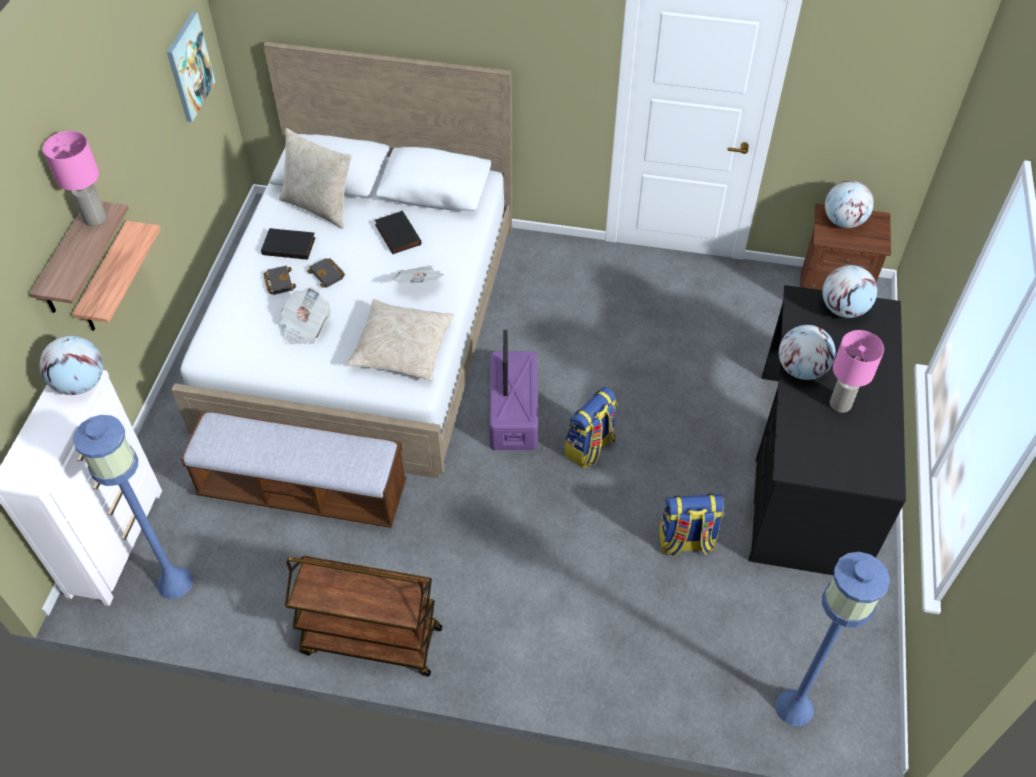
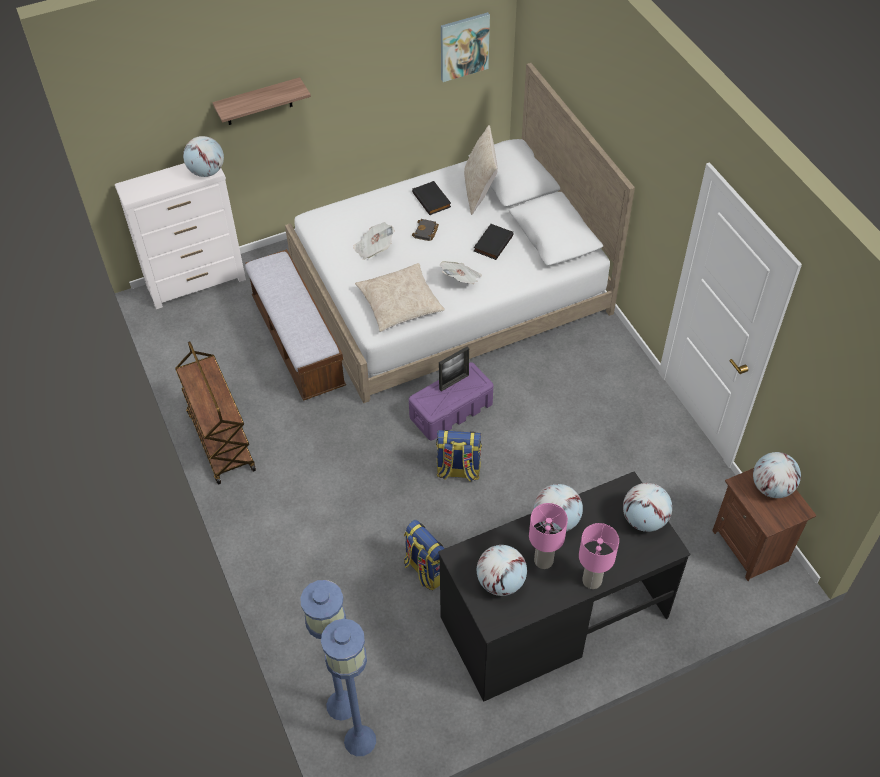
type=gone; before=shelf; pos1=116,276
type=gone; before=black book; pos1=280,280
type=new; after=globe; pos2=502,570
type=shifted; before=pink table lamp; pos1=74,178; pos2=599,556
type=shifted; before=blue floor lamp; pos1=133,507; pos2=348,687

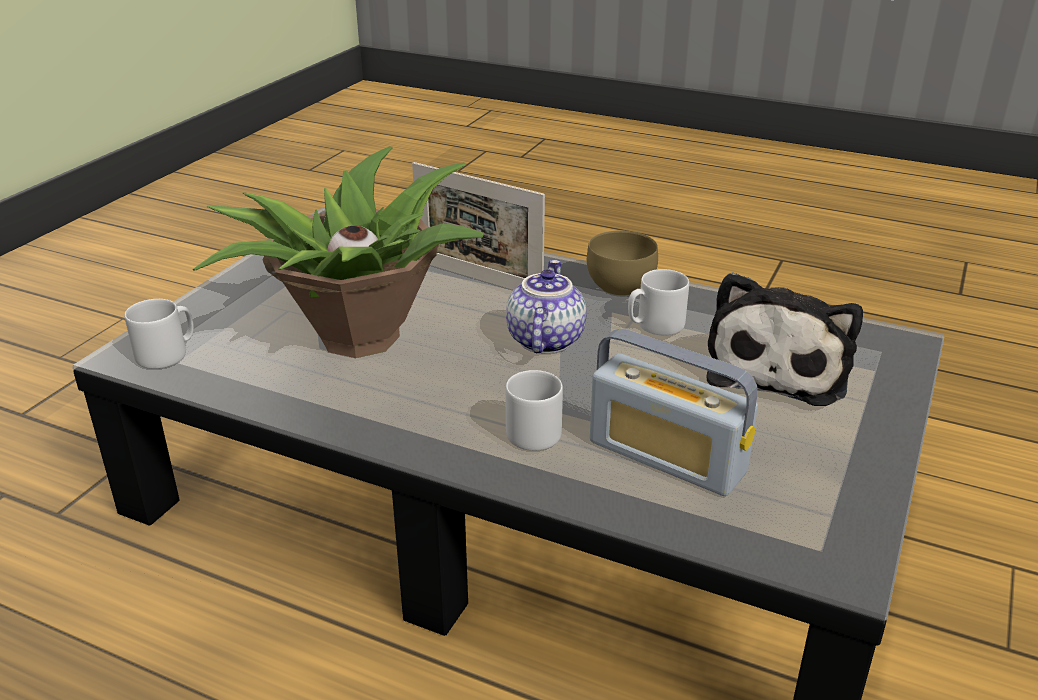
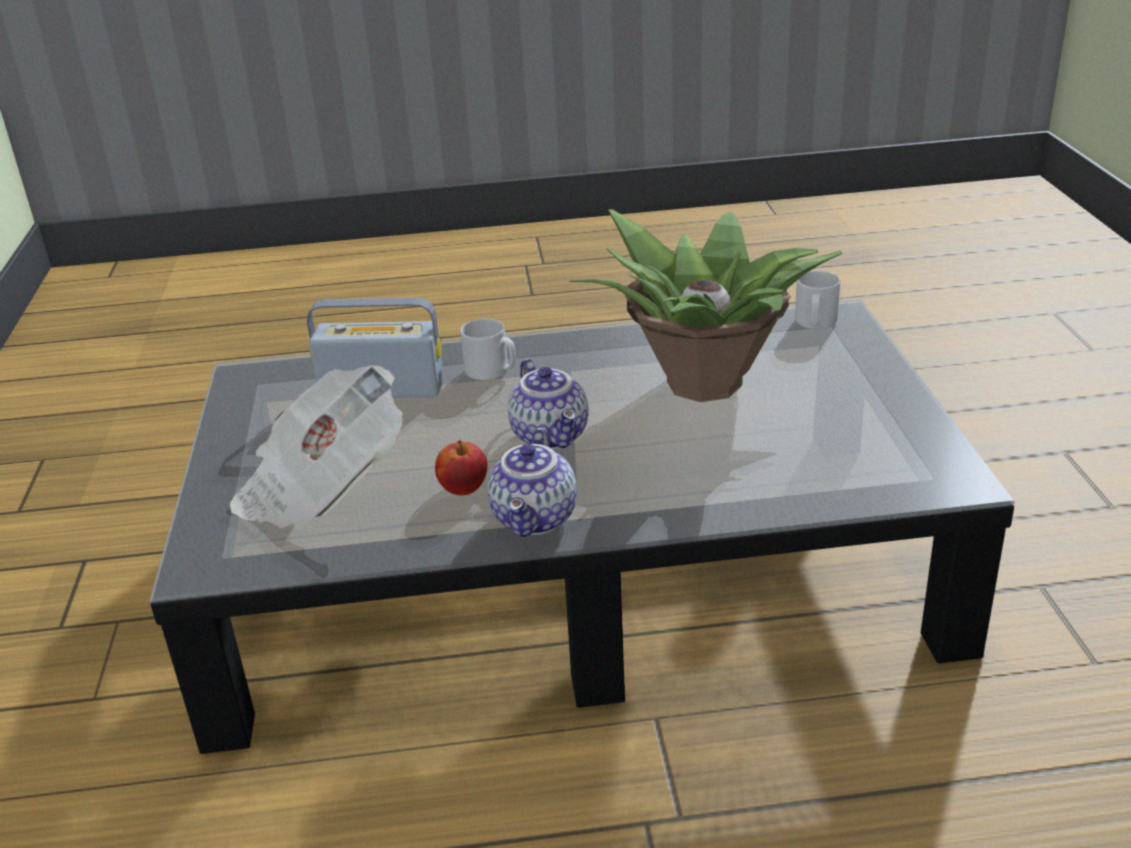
type=gone; before=picture frame; pos1=478,226
type=swapped; before=brown bowl; after=teapot; pos1=622,264; pos2=532,482
type=swapped; before=grey mug; after=apple; pos1=658,302; pos2=461,467
type=swapped; before=plush toy; after=newspaper; pos1=785,339; pos2=316,448

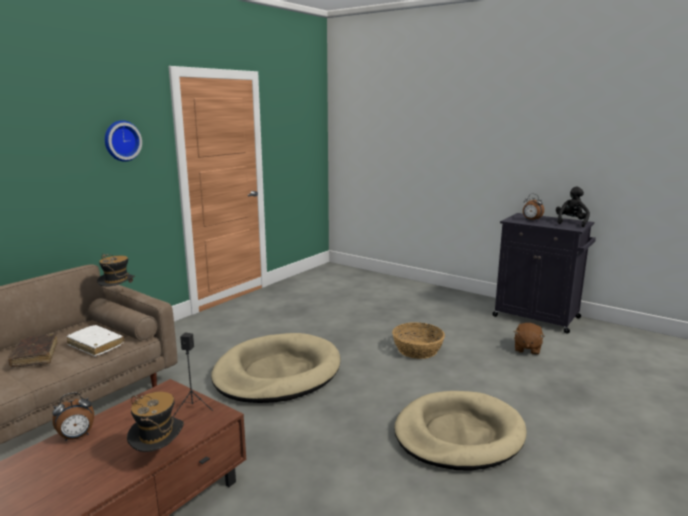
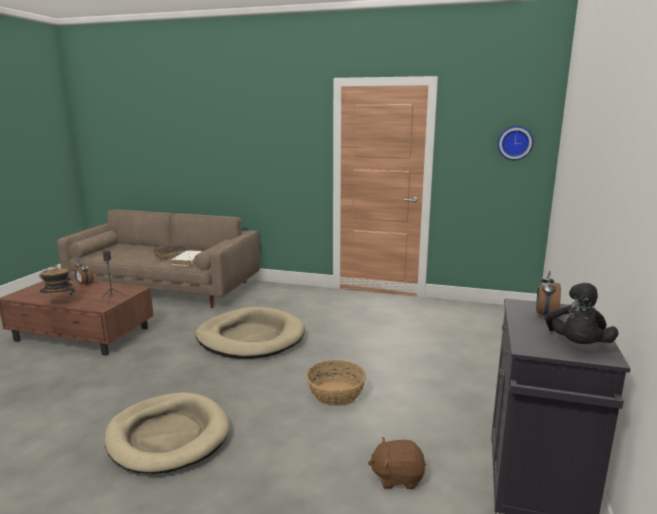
type=gone; before=hat; pos1=116,272
type=shifted; before=wall clock; pos1=123,141; pos2=515,143
type=rotated; before=black plush toy; pos1=573,206; pos2=581,313; turn=105

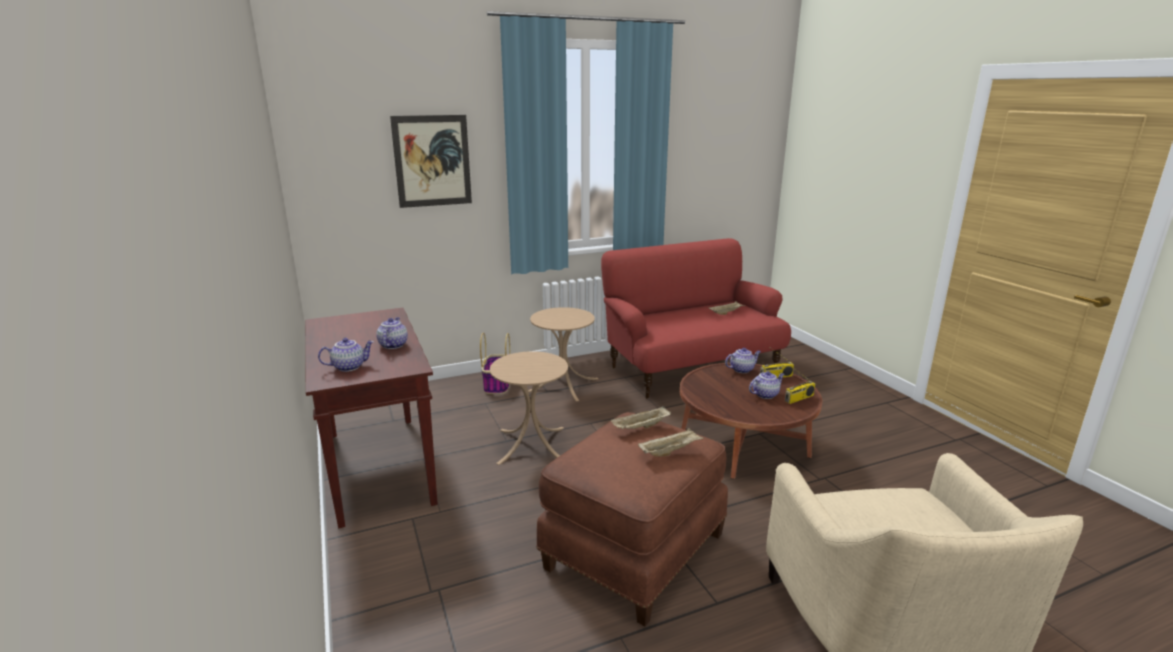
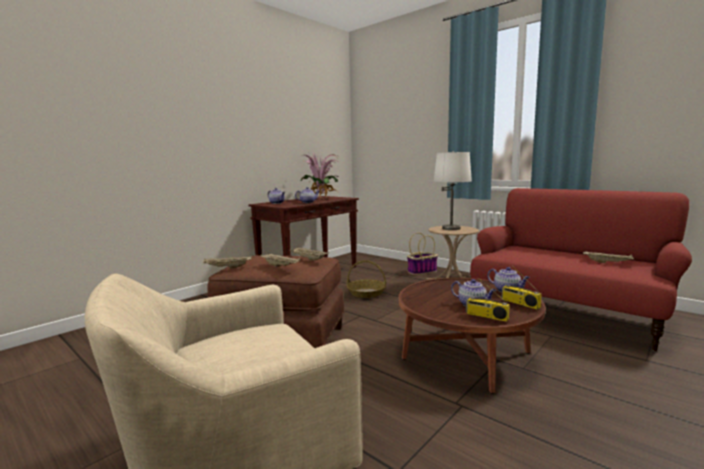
type=gone; before=picture; pos1=431,161
type=new; after=beige tray; pos2=227,262
type=new; after=potted plant; pos2=320,176
type=new; after=white table lamp; pos2=452,190
type=swapped; before=beige side table; after=basket; pos1=529,408; pos2=366,279

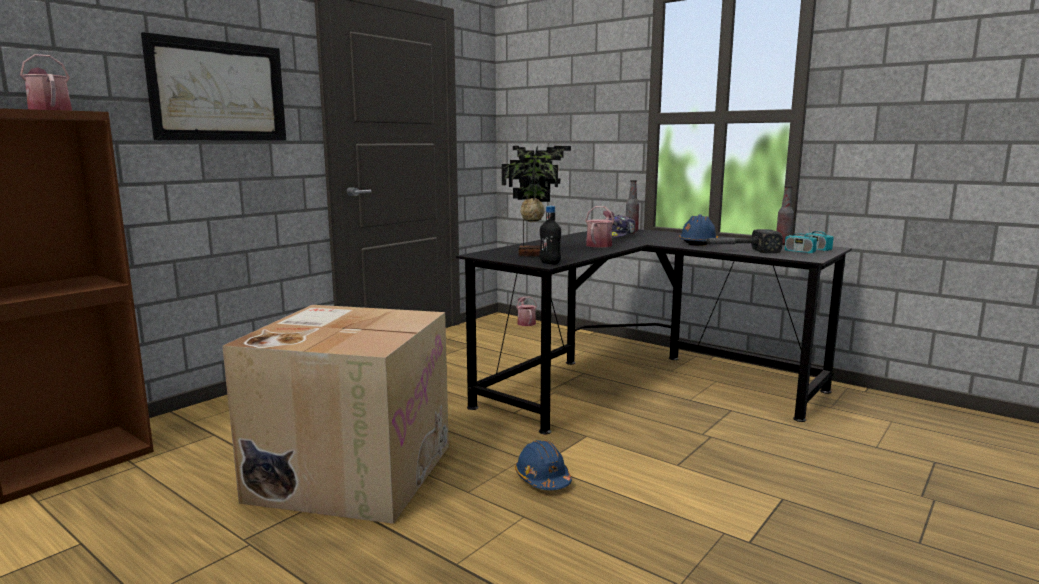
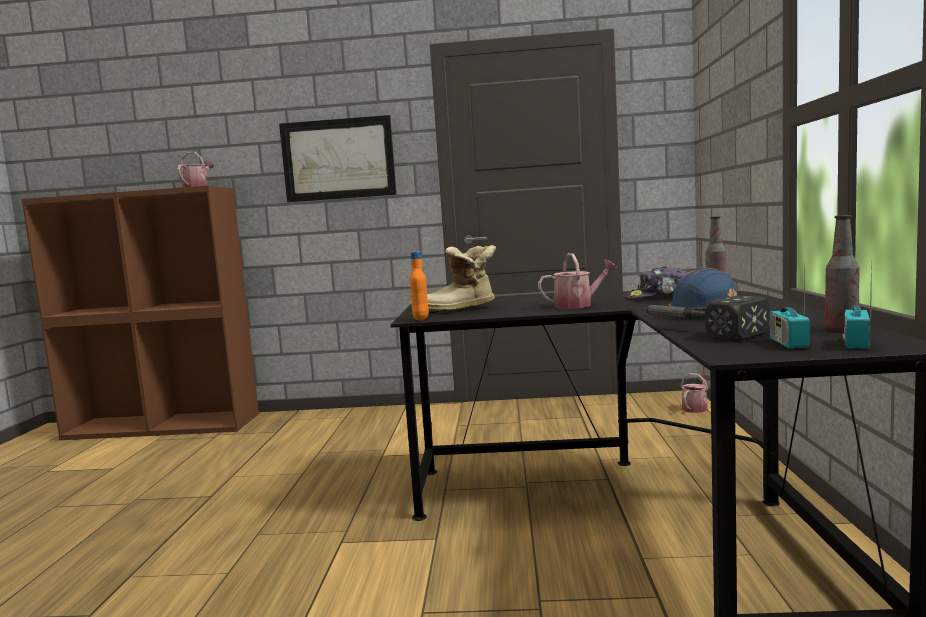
type=gone; before=cardboard box; pos1=335,414
type=gone; before=blue hard hat; pos1=543,465
type=swapped; before=potted plant; after=boot; pos1=536,201; pos2=461,279
type=repainted; before=black bottle; after=orange bottle; pos1=550,235; pos2=419,286

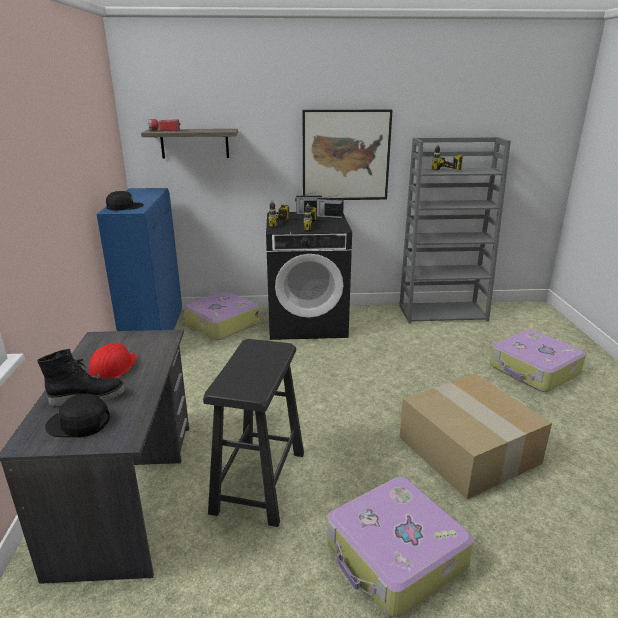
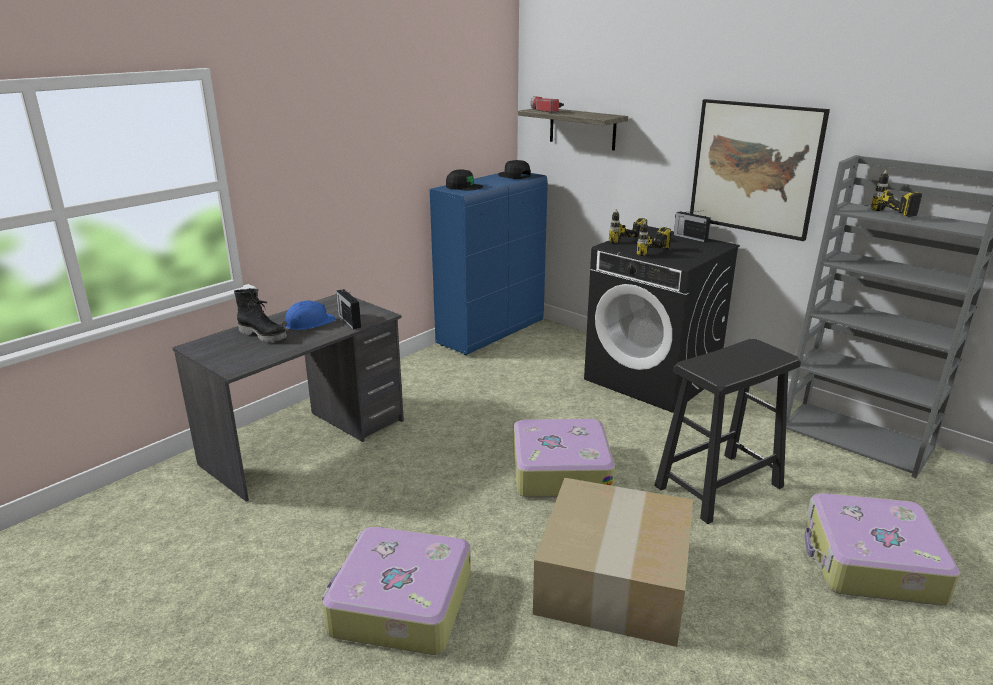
type=shifted; before=black cap; pos1=77,415; pos2=514,169
type=shifted; before=suitcase; pos1=221,315; pos2=564,458
type=shifted; before=black stool; pos1=253,433; pos2=727,431
type=shifted; before=radio; pos1=330,206; pos2=348,309
type=repainted; before=red hard hat; after=blue hard hat; pos1=113,360; pos2=308,315

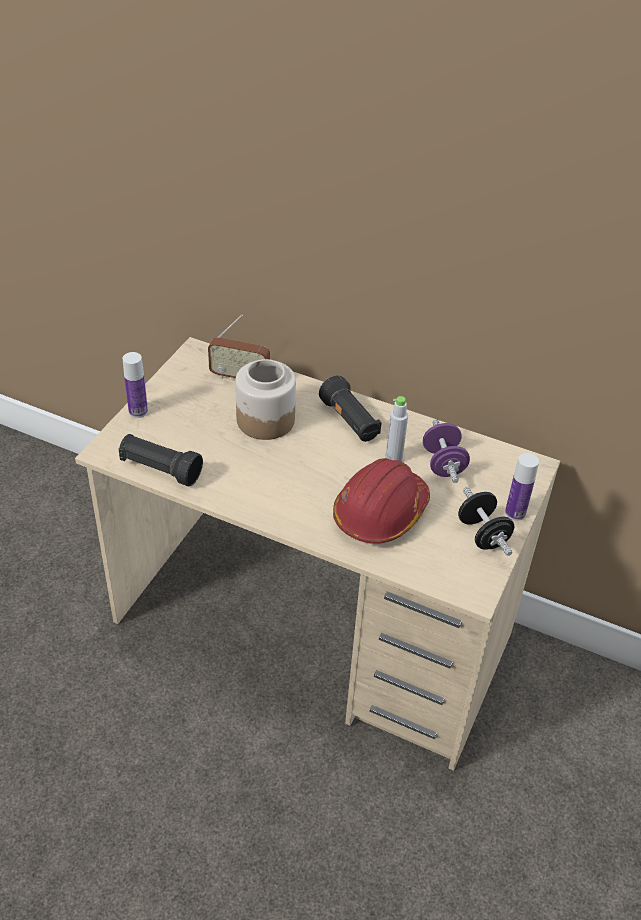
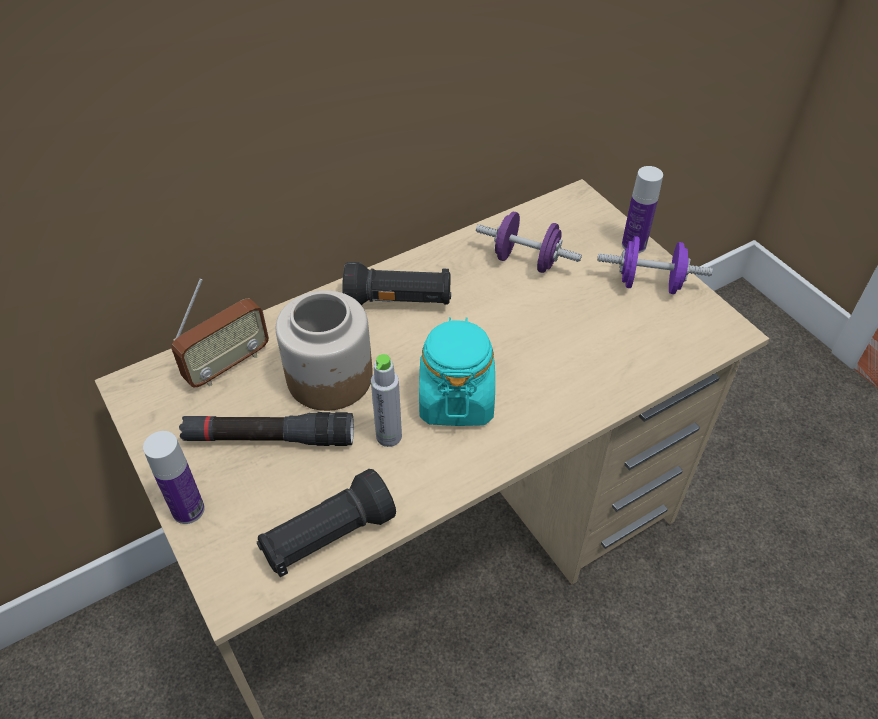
type=gone; before=red hard hat; pos1=381,501
type=new; after=black flashlight; pos2=266,429
type=new; after=turquoise jar; pos2=457,371
type=shifted; before=grey bottle; pos1=396,428; pos2=386,400
type=repainted; before=black dumbbell; after=purple dumbbell; pos1=486,521; pos2=655,265

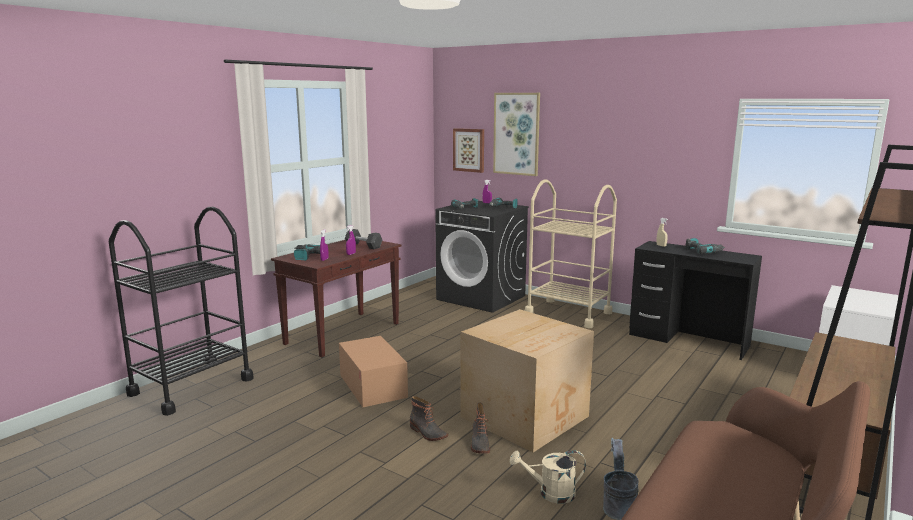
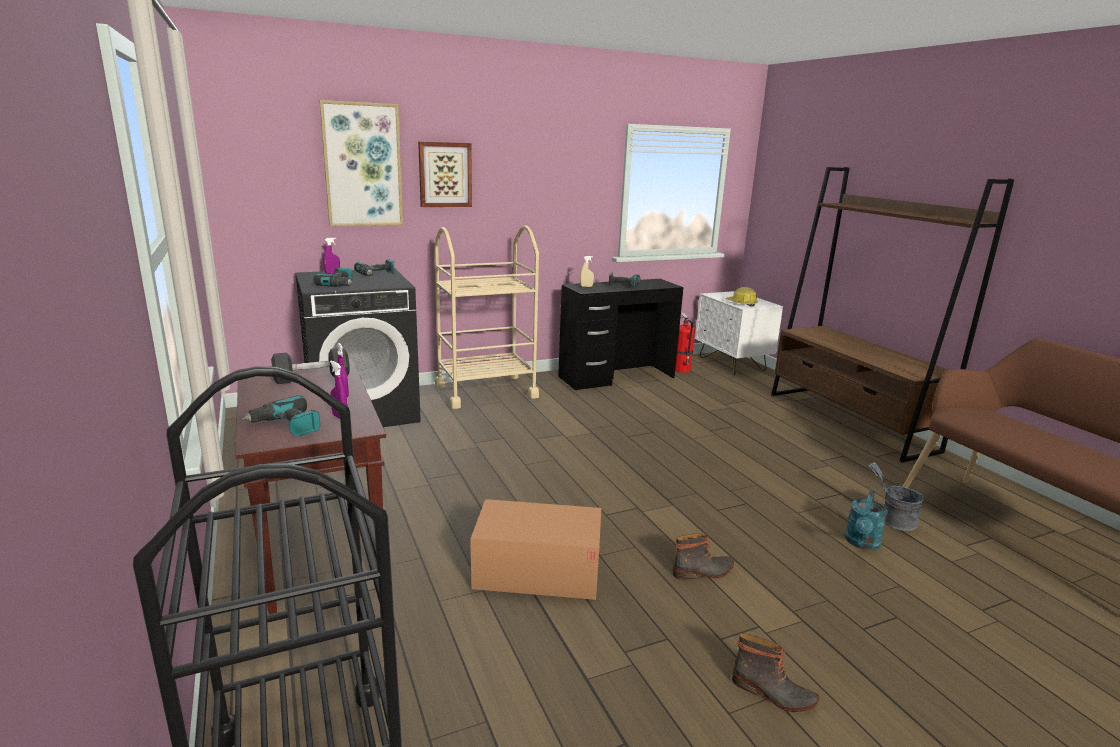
type=gone; before=cardboard box; pos1=527,380
type=new; after=fire extinguisher; pos2=685,343
type=new; after=hard hat; pos2=741,296
type=shifted; before=picture; pos1=468,150; pos2=445,174
type=shifted; before=boot; pos1=480,428; pos2=775,672
type=repainted; before=beige watering can; after=turquoise watering can; pos1=548,477; pos2=866,520

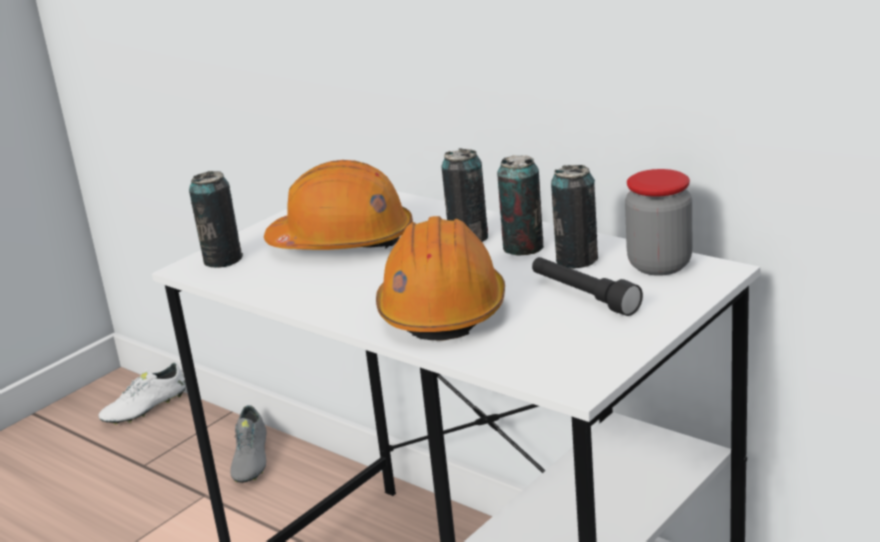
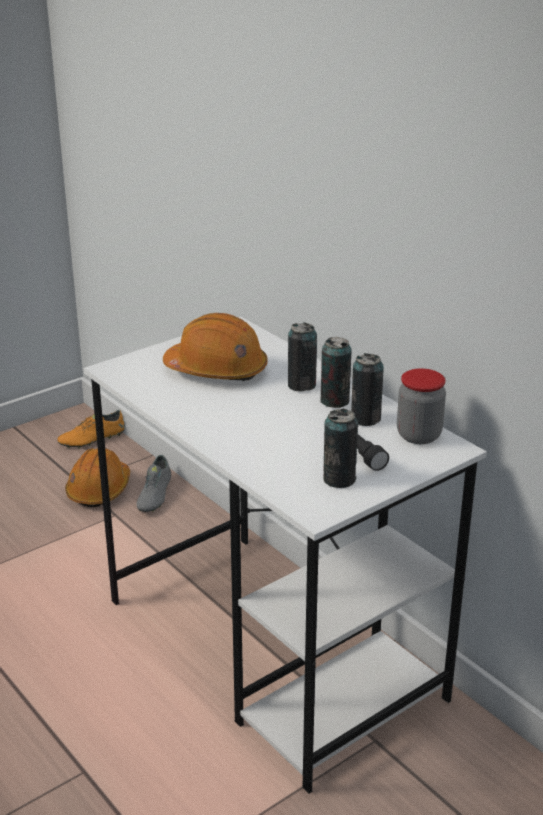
type=shifted; before=can; pos1=216,219; pos2=340,448
type=shifted; before=orange hard hat; pos1=440,278; pos2=97,477
type=repainted; before=white shoe; after=orange shoe; pos1=142,394; pos2=91,429

